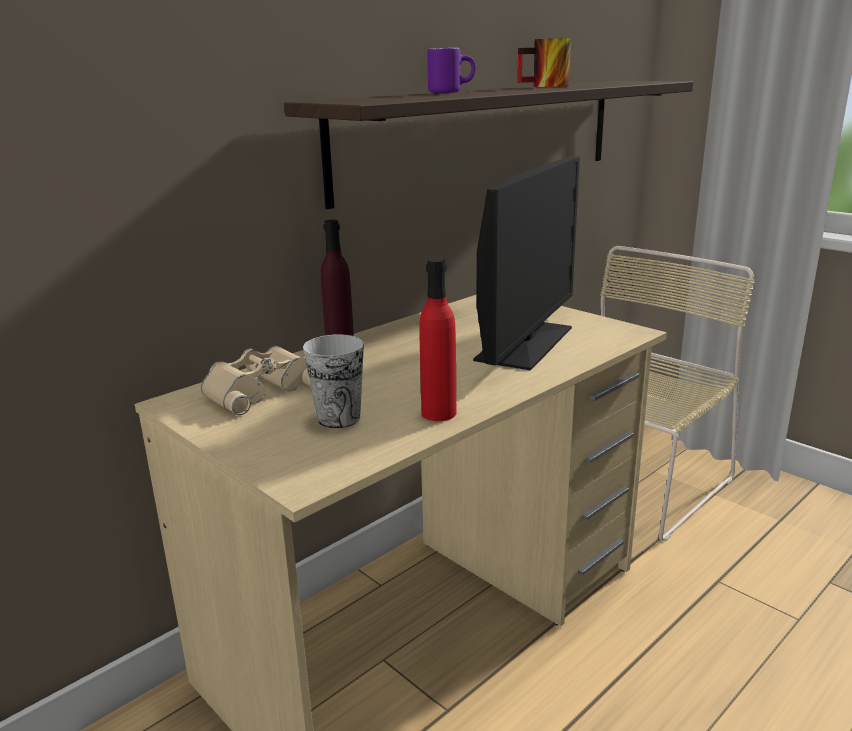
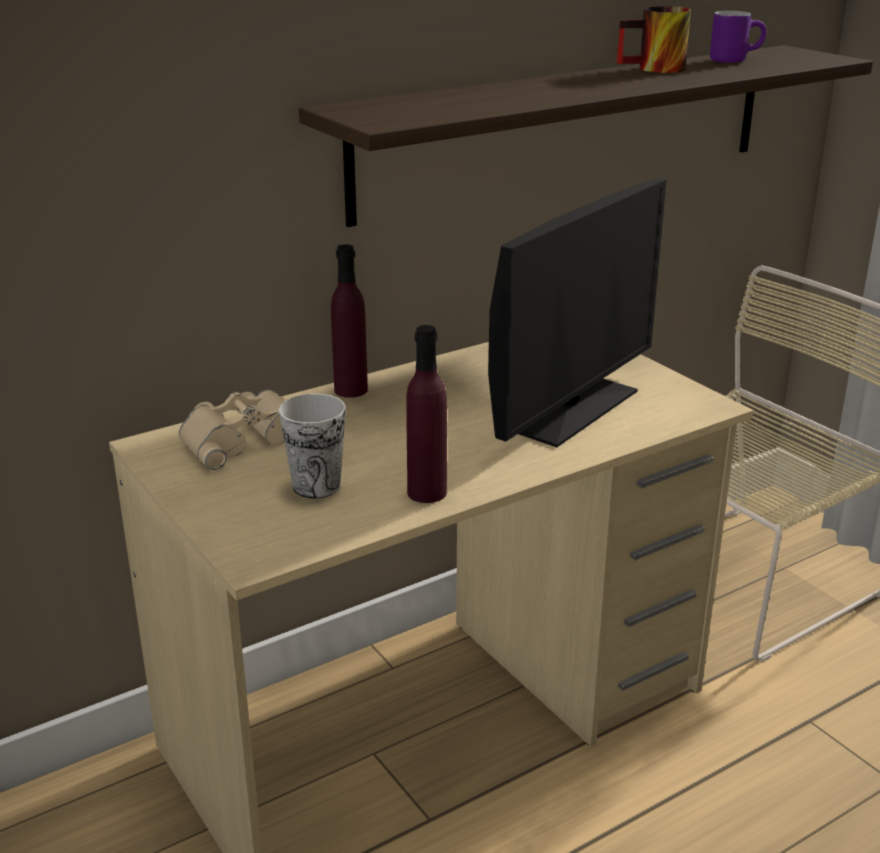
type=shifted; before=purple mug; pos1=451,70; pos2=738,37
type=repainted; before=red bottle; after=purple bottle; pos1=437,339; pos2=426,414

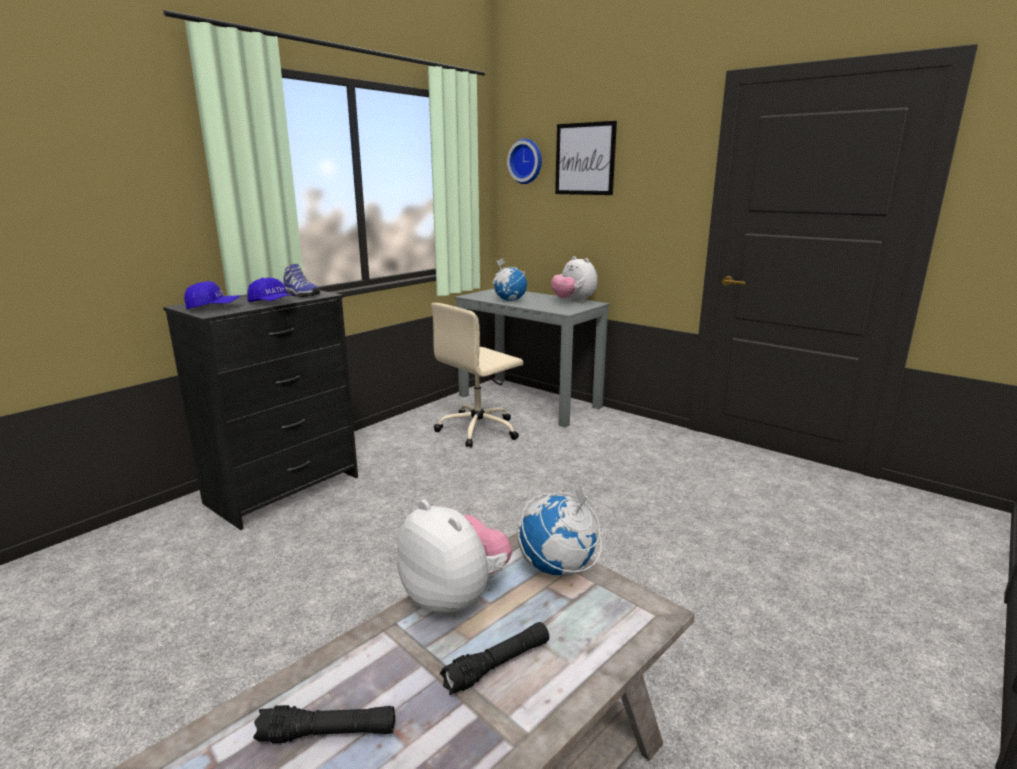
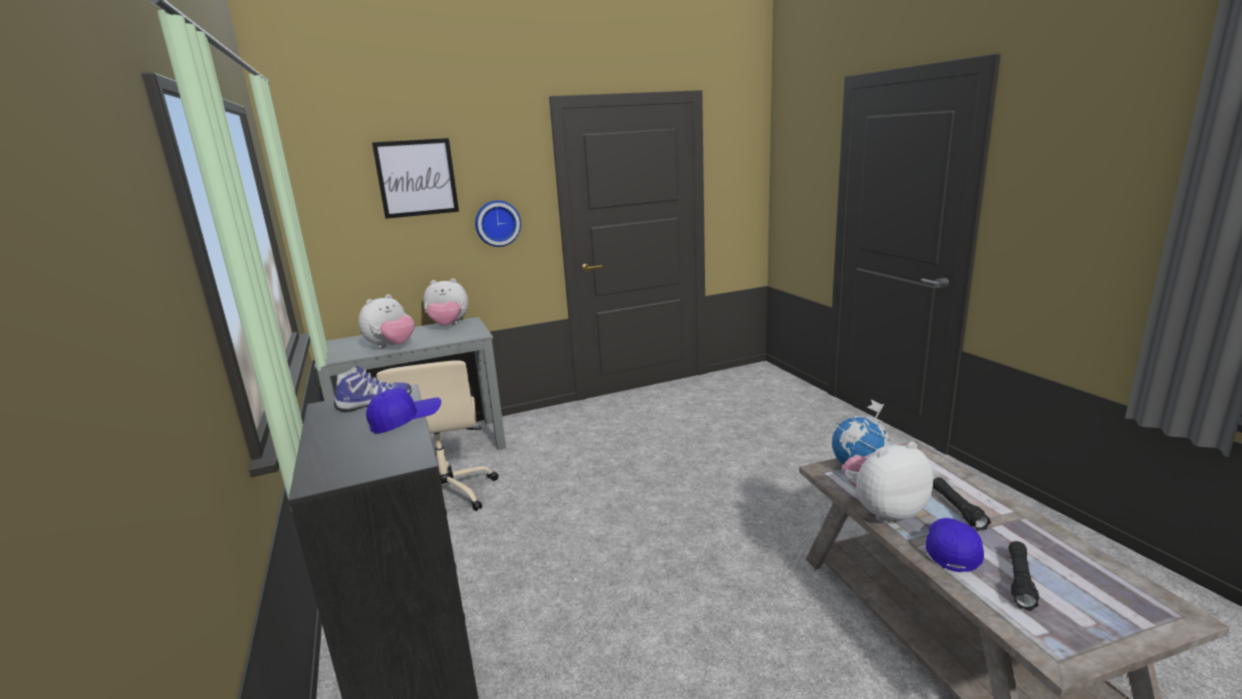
type=shifted; before=blue cap; pos1=212,295; pos2=955,545
type=shifted; before=wall clock; pos1=524,161; pos2=498,223
type=swapped; before=globe; after=plush toy; pos1=510,279; pos2=386,321

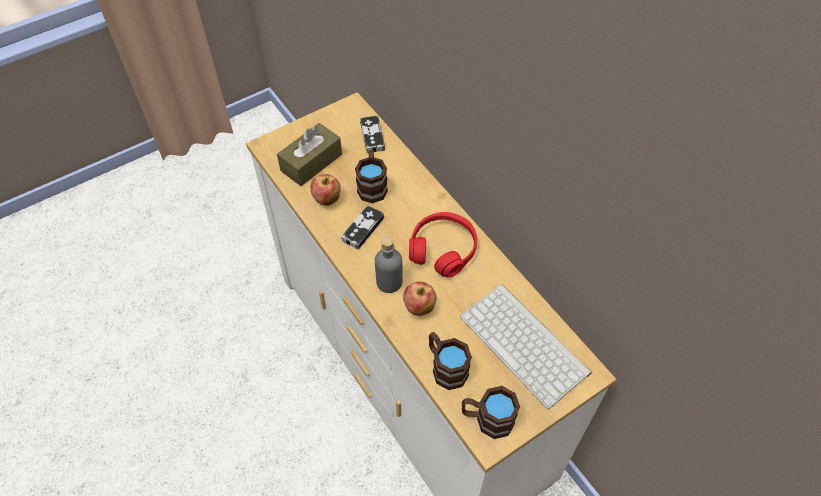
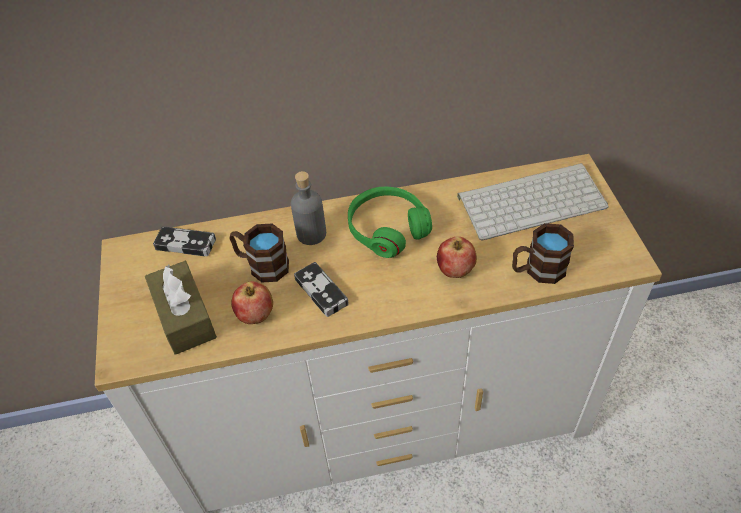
type=gone; before=brown mug; pos1=491,412
type=shifted; before=grey bottle; pos1=389,264; pos2=308,208
type=repainted; before=red headphones; after=green headphones; pos1=443,244; pos2=390,222

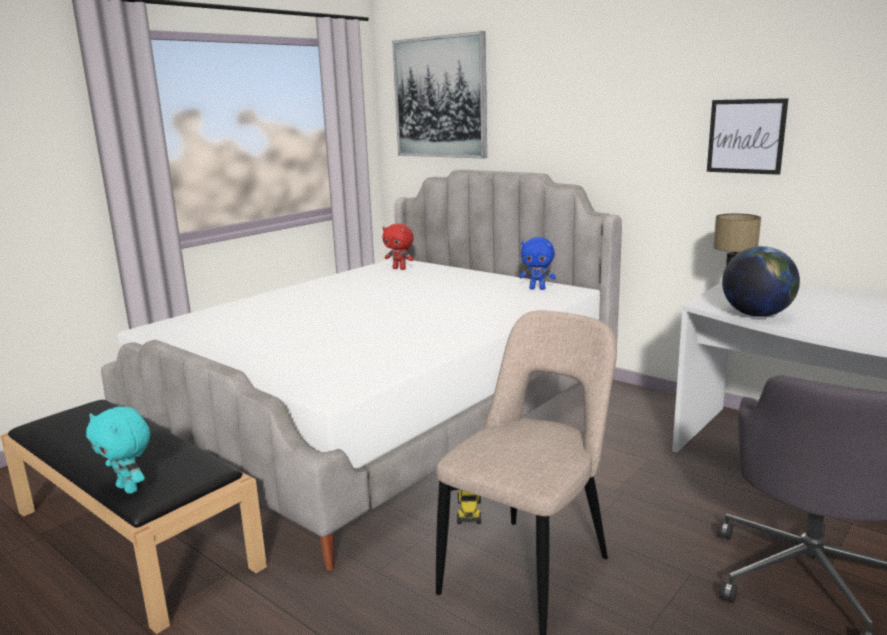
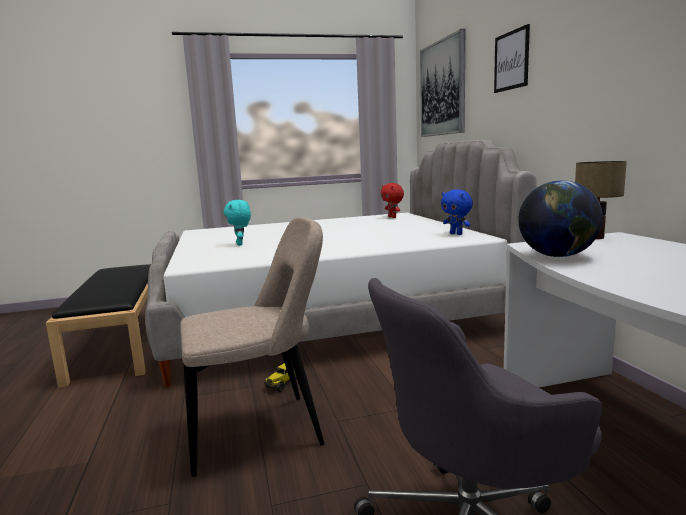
type=shifted; before=turquoise plush toy; pos1=118,450; pos2=237,223
type=shifted; before=picture; pos1=747,136; pos2=512,58

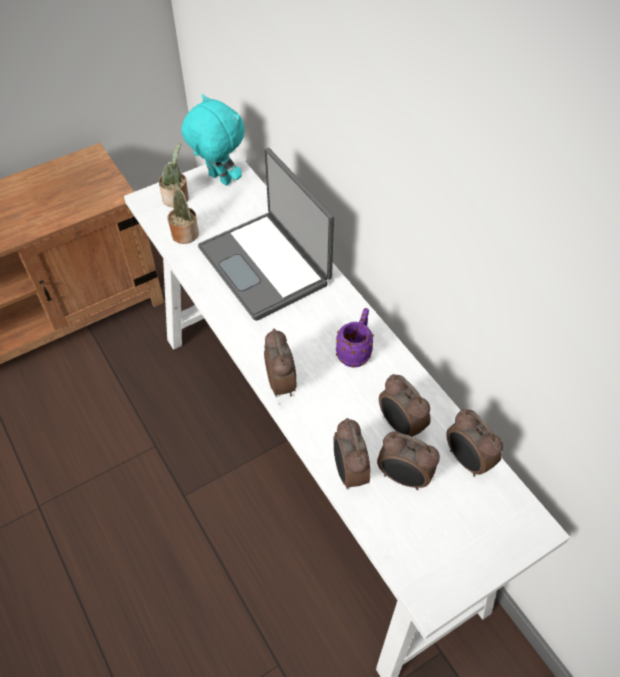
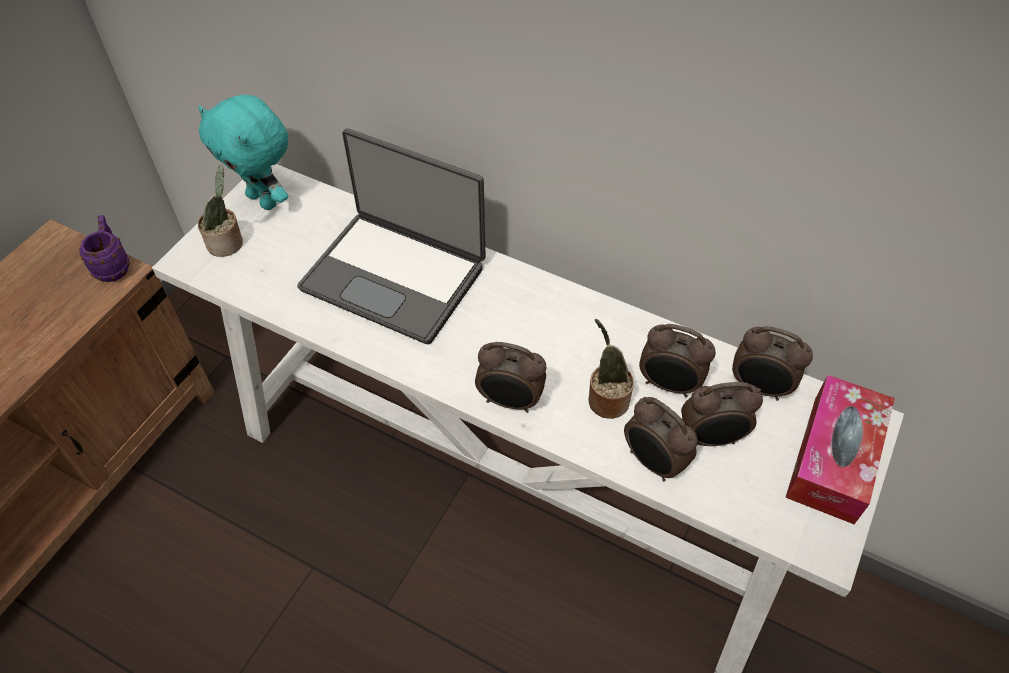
type=new; after=tissue box; pos2=840,449
type=shifted; before=potted plant; pos1=183,204; pos2=611,369
type=shifted; before=purple mug; pos1=355,337; pos2=104,248
type=rotated; before=turquoise plush toy; pos1=213,140; pos2=243,152; turn=-150
type=rotated; before=alarm clock; pos1=280,362; pos2=511,377; turn=150

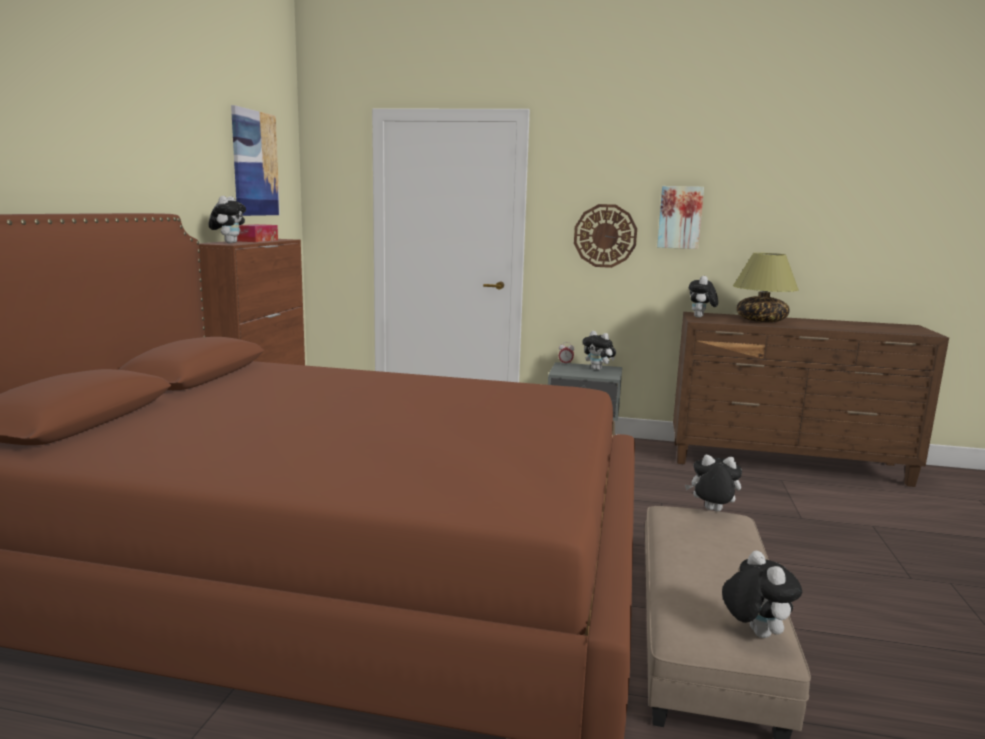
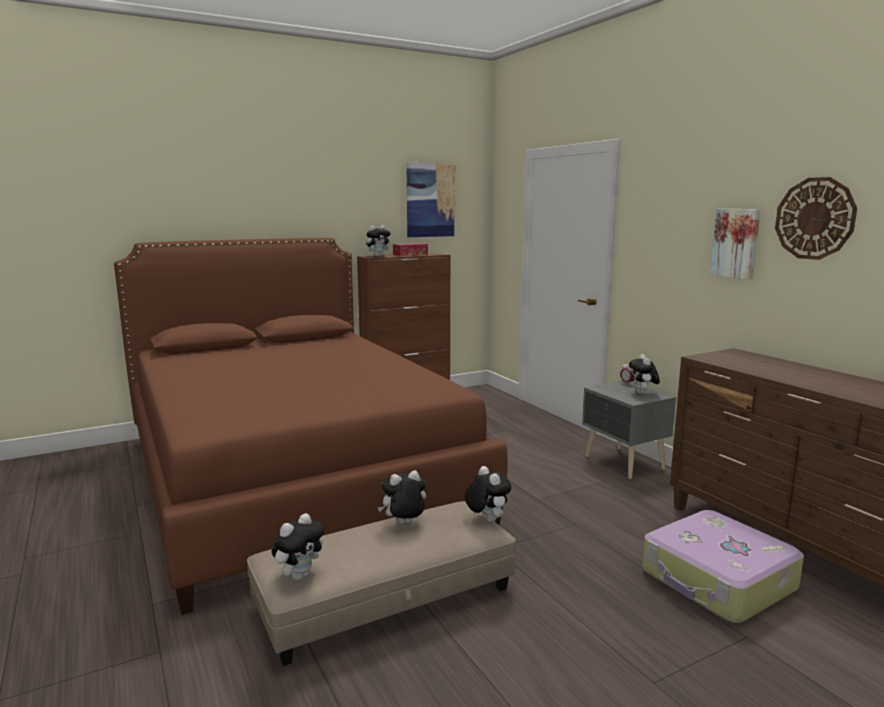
type=gone; before=table lamp; pos1=766,287
type=new; after=suitcase; pos2=723,566
type=shifted; before=wall clock; pos1=605,236; pos2=816,218
type=shifted; before=plush toy; pos1=703,297; pos2=402,497

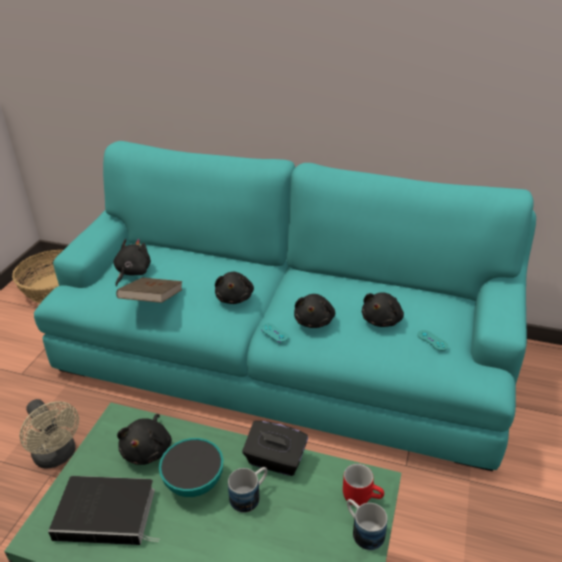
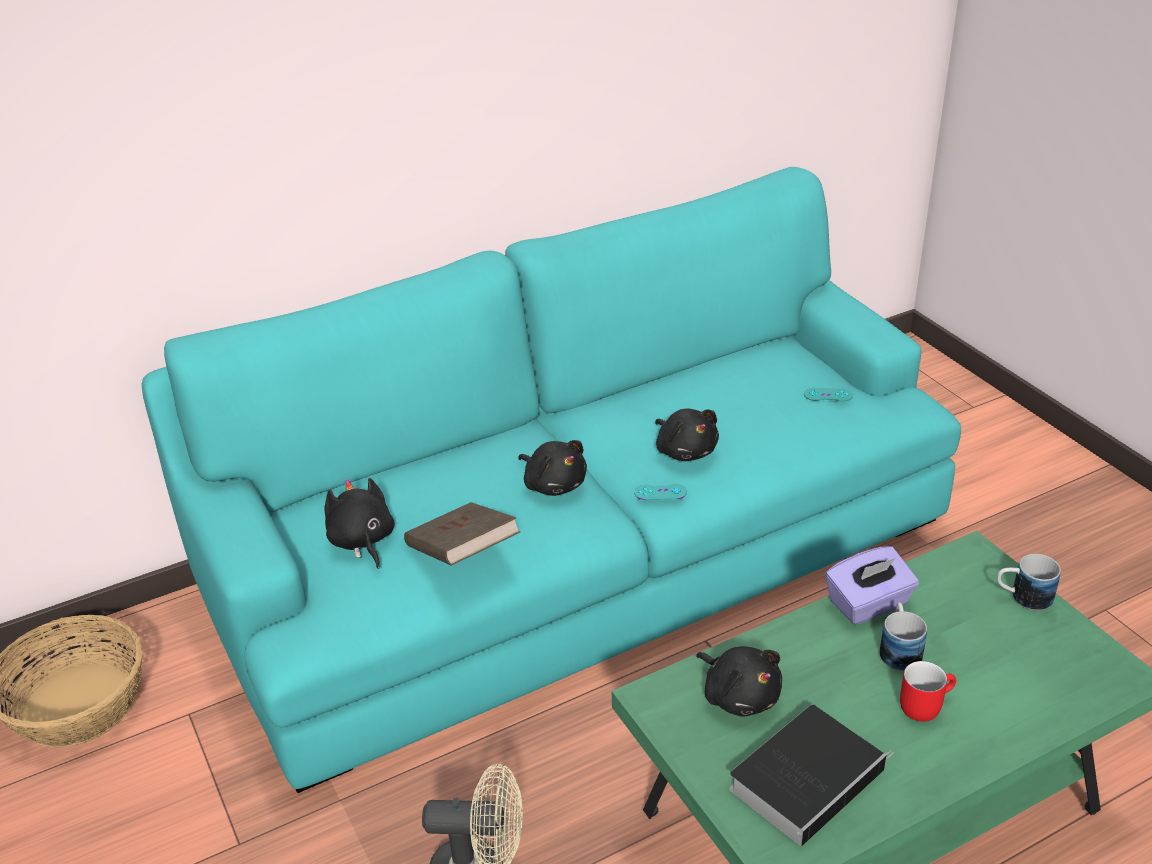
type=gone; before=bowl; pos1=191,467
type=gone; before=black plush toy; pos1=383,309
type=shifted; before=red mug; pos1=363,485; pos2=928,691
type=repainted; before=black tissue box; after=purple tissue box; pos1=275,448; pos2=872,585

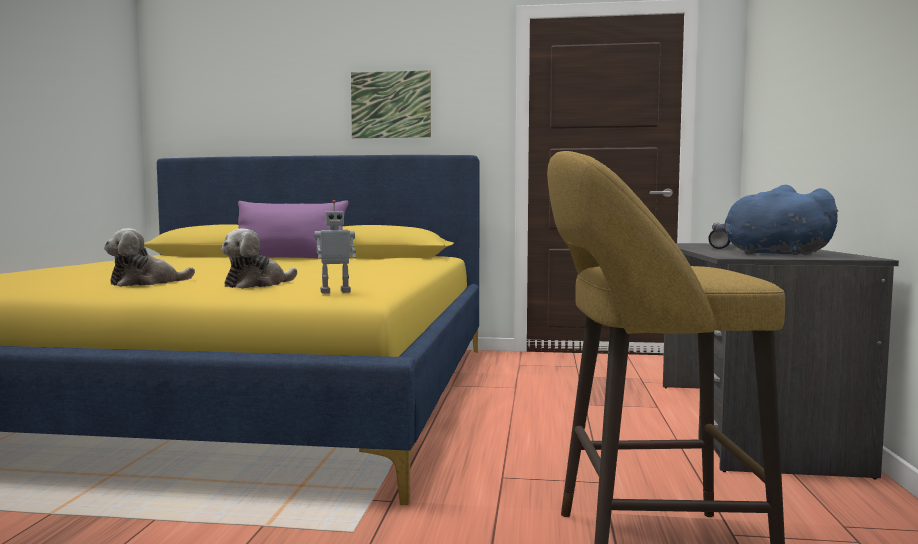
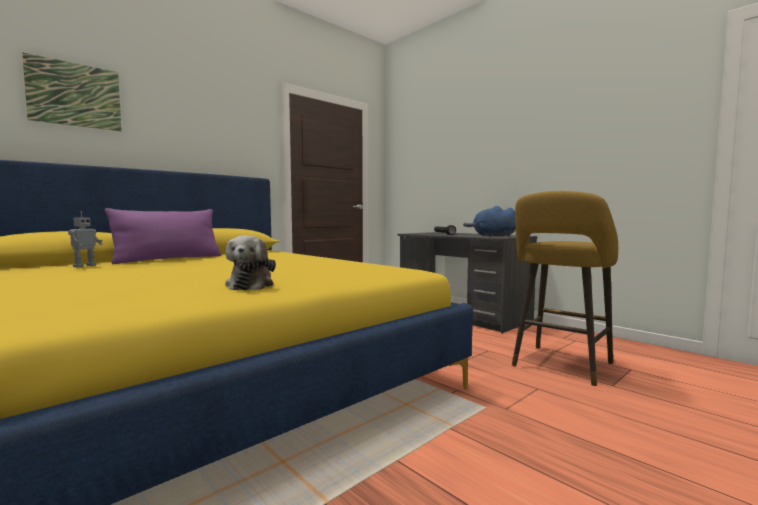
type=gone; before=plush toy; pos1=259,258
type=shifted; before=toy robot; pos1=335,247; pos2=85,239
type=shifted; before=picture; pos1=391,104; pos2=72,91

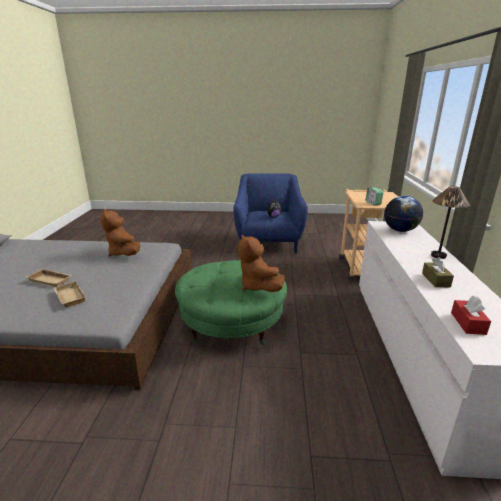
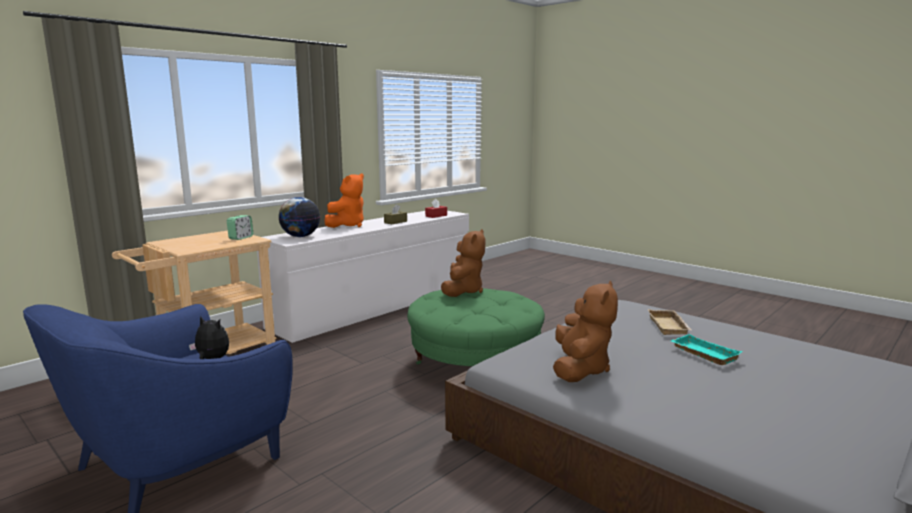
type=swapped; before=table lamp; after=orange plush toy; pos1=450,222; pos2=344,200
type=repainted; before=beige tray; after=turquoise tray; pos1=49,278; pos2=706,349

